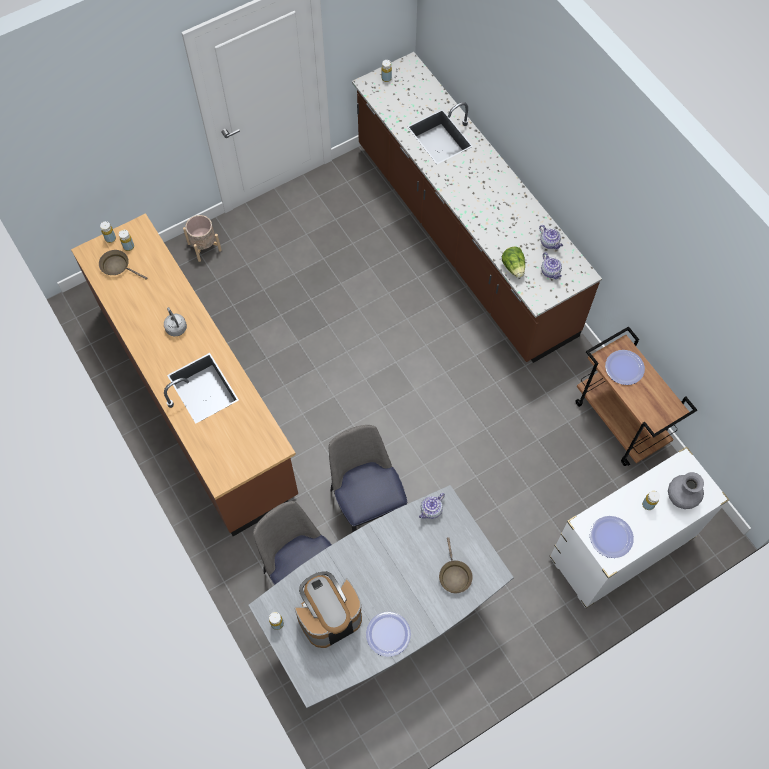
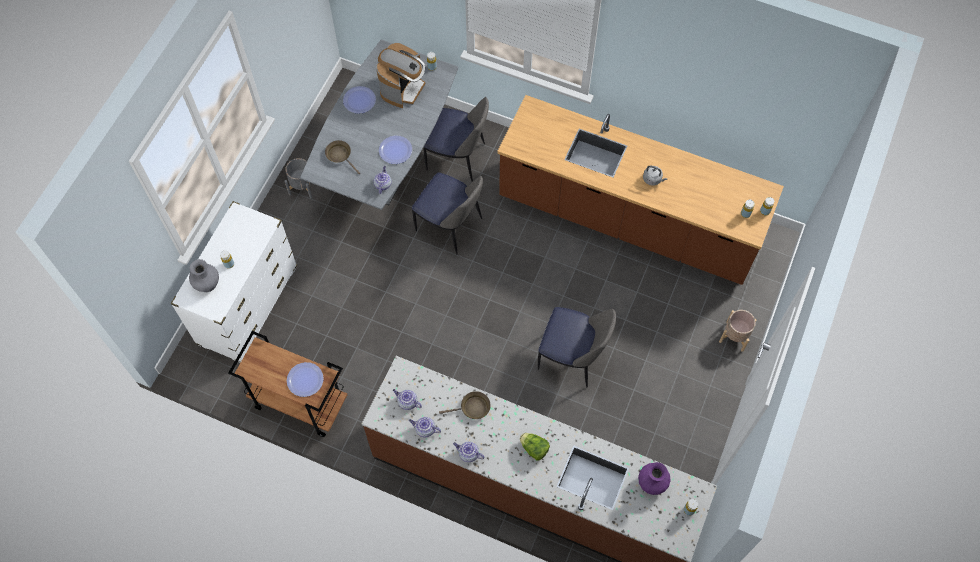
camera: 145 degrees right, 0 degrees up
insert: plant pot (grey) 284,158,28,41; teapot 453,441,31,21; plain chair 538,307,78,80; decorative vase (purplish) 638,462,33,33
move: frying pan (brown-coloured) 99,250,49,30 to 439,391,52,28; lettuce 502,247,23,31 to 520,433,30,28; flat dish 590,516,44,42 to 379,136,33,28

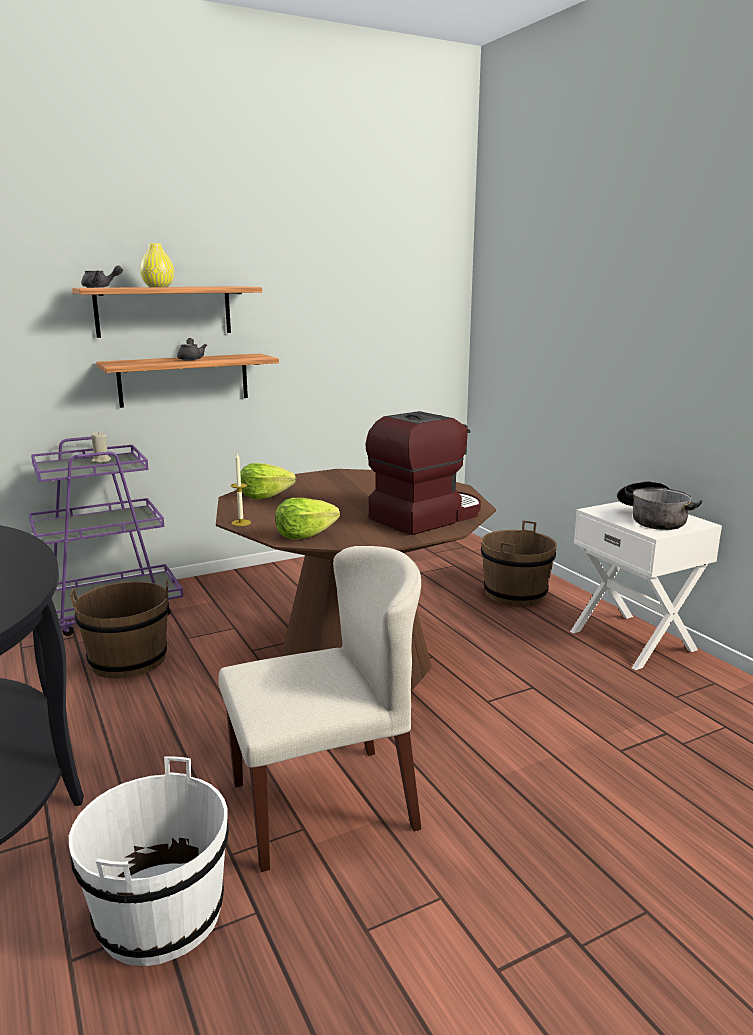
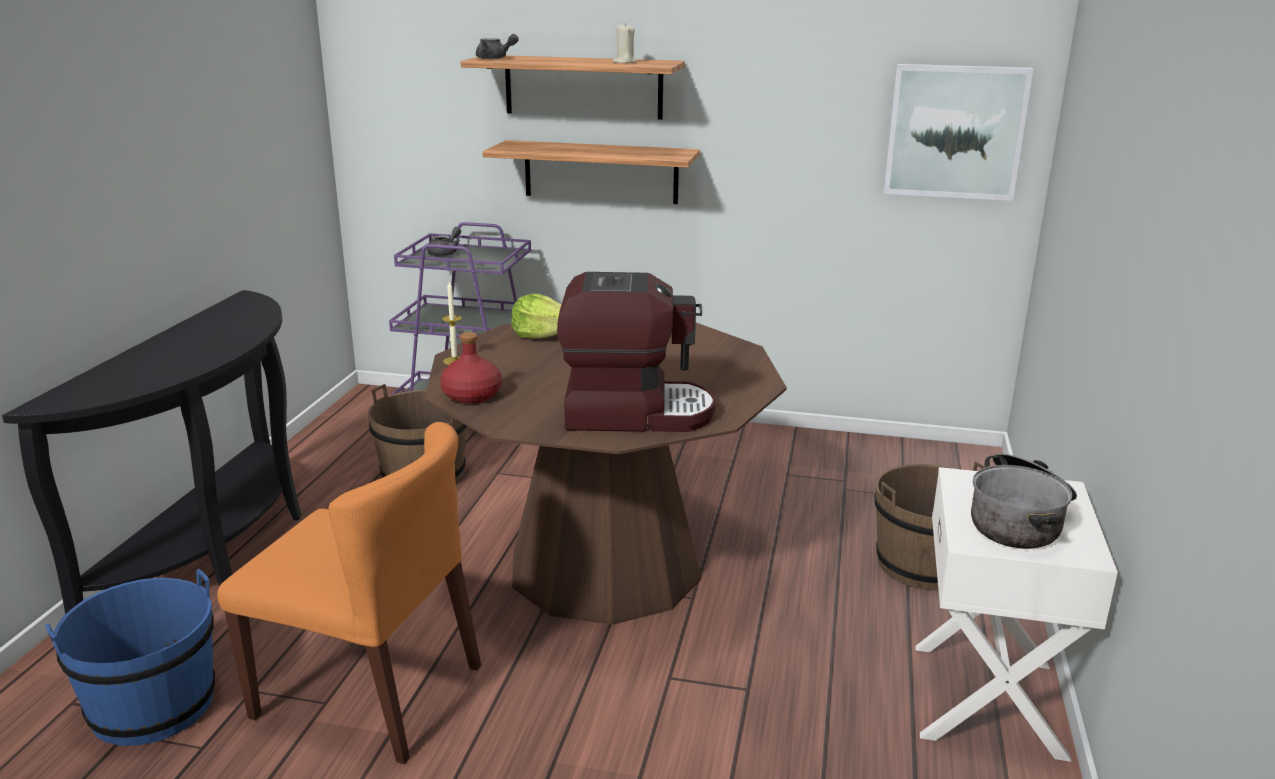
camera: 40 degrees right, 5 degrees up
delete: decorative vase (yellow) 140,243,34,44
insert: wall art 884,64,149,137
move: candle (beige) 91,432,20,31 to 613,23,24,40; teapot (grey) 177,338,30,22 to 427,227,34,29
replace: lettuce 275,498,65,41 to drink bottle (reddish) 440,332,62,71
recolor: bucket (whitish) 69,756,160,210 to bucket (blue-coloured) 45,569,170,177; plain chair (beige) 218,546,203,326 to plain chair (orange) 217,422,264,342

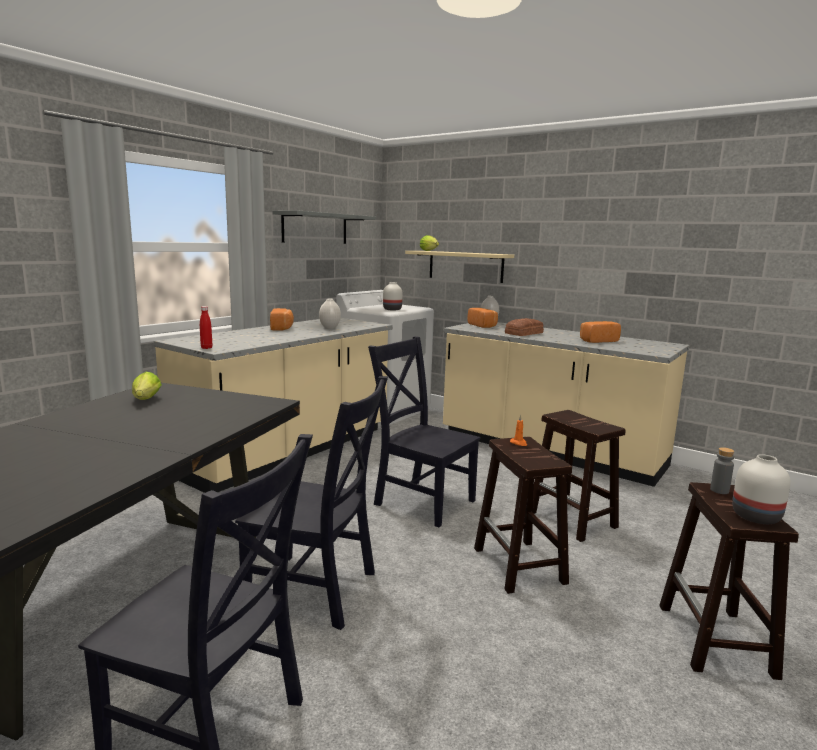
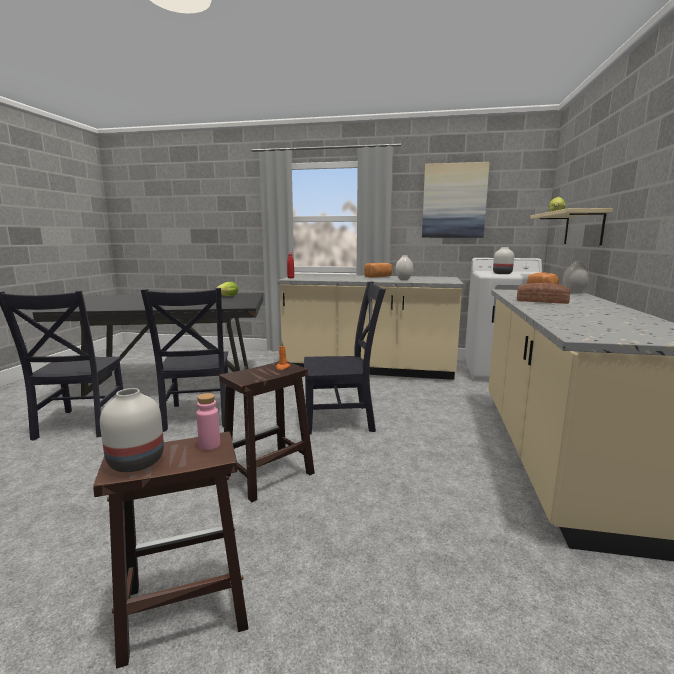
camera: 65 degrees right, 0 degrees up
delete: stool (brown-coloured) 533,410,93,132; bread 580,321,41,22
replace: shelf (grey) 272,210,104,34 to wall art 422,162,68,76
recolor: drink bottle (grey) 710,447,24,47 to drink bottle (pink-coloured) 196,393,24,57
rotate: plain chair (blackish) 368,336,112,192 = 304,282,82,152 75 degrees clockwise

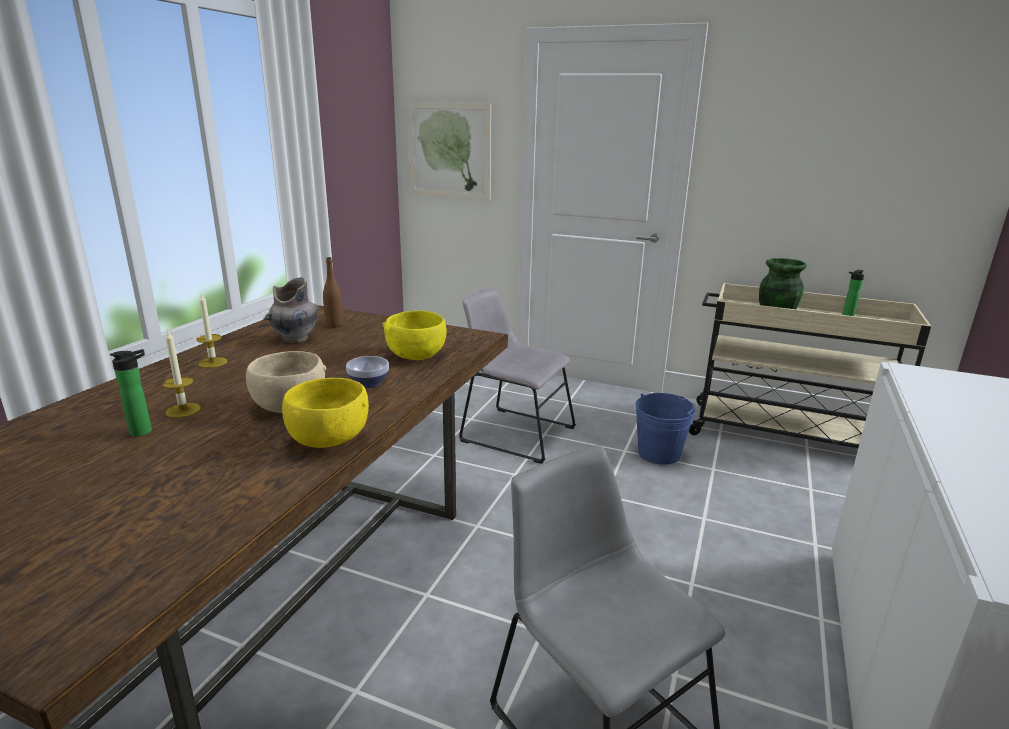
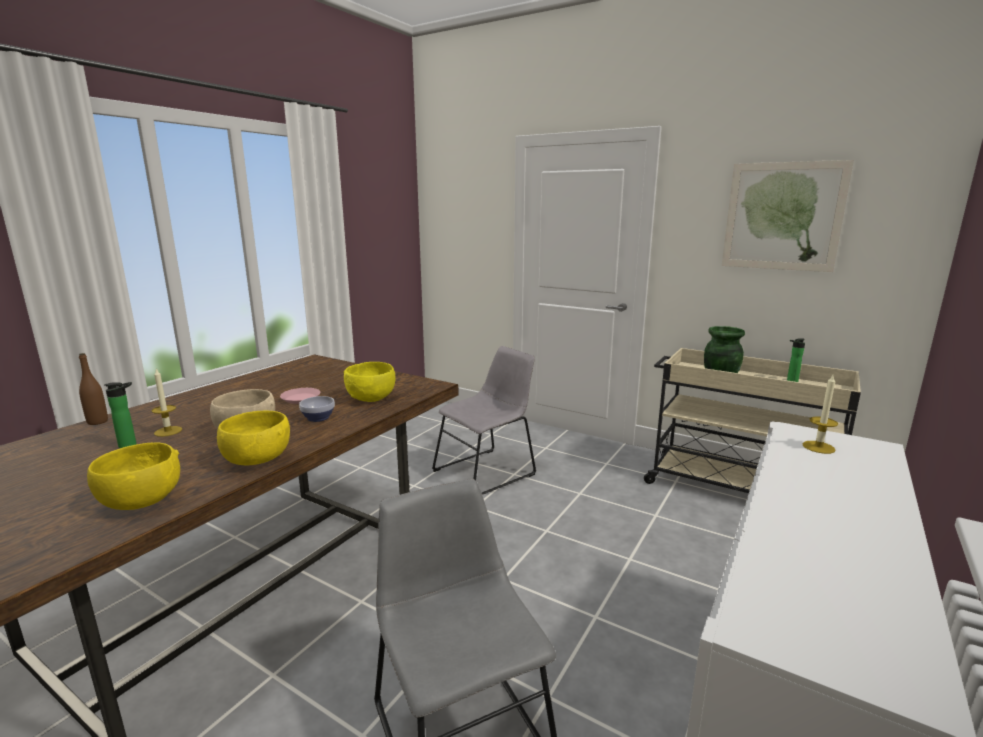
camera: 10 degrees right, 5 degrees down
delete: decorative vase (grey) 263,277,56,66; bucket (blue-coloured) 636,393,59,72
insert: serving bowl (yellow) 87,443,93,67; flat dish (pink-coloured) 280,388,40,16
move: candle 196,293,32,75 to 802,375,36,79; drink bottle (brown-coloured) 323,257,20,70 to 79,353,29,72; wall art 407,101,84,99 to 722,160,132,112
rotate: plain chair (grey) 459,287,117,177 = 432,346,104,149 105 degrees clockwise

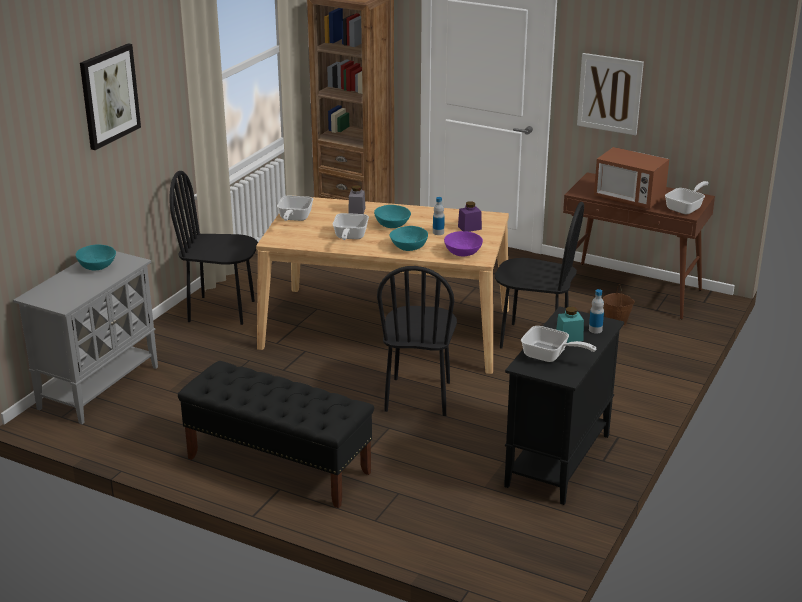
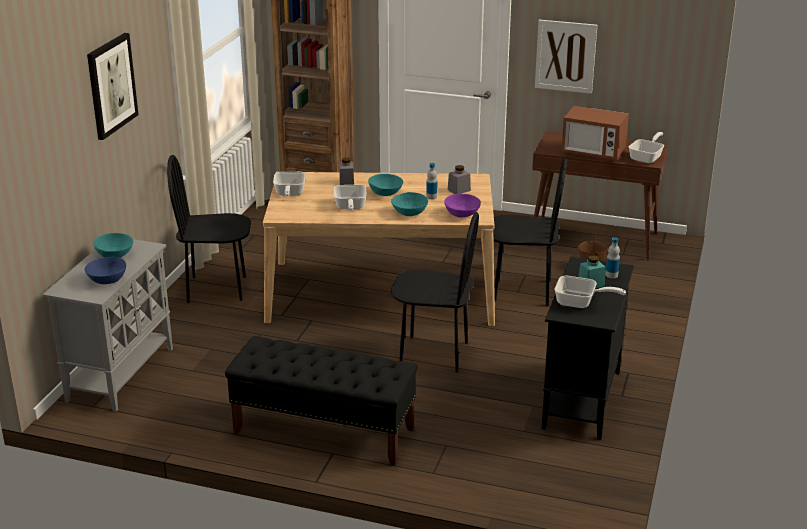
camera: 10 degrees left, 0 degrees up
insert: serving bowl (blue-coloured) 85,257,41,27
recolor: preserve jar (purplish) 458,201,24,31 to preserve jar (grey) 448,165,23,29
rotate: plain chair (blackish) 377,266,80,150 = 391,212,88,161 75 degrees counterclockwise

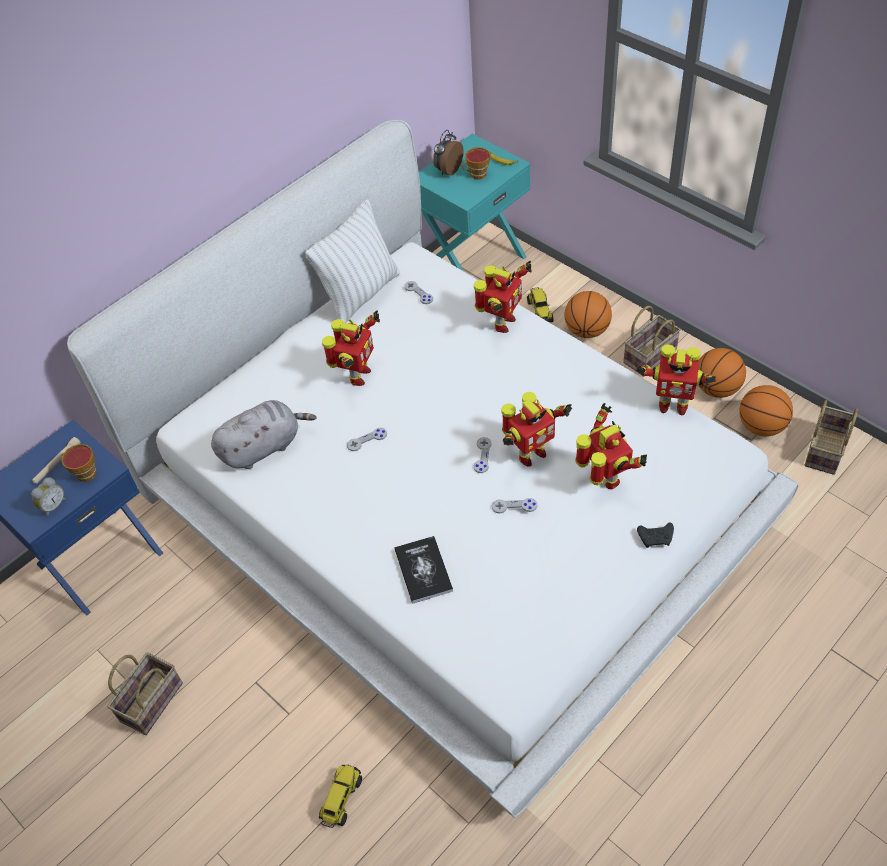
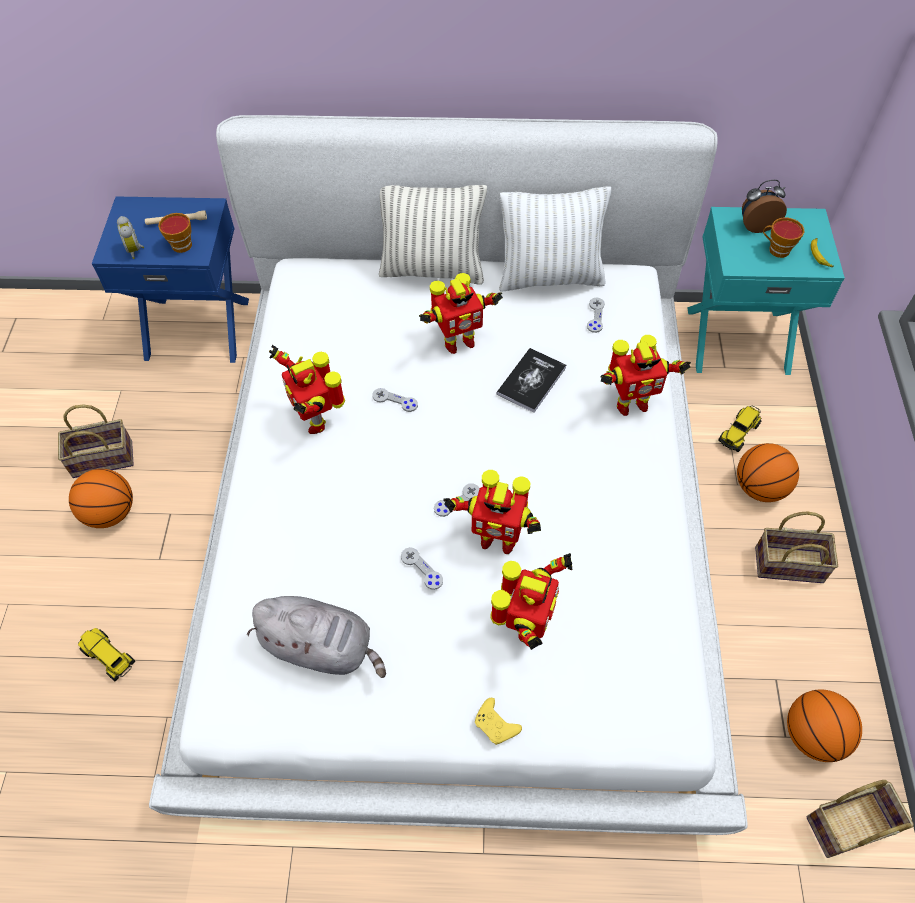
camera: 45 degrees right, 5 degrees up
insert: pillow 379,185,108,100
move: soft toy (grey) 211,400,106,69 to 247,596,139,82; book 394,536,59,68 to 497,348,69,65; robot figure 636,344,80,71 to 269,345,76,89; ball for basketball 698,348,48,50 to 69,469,64,59
recolor: gamepad (blackish) 637,522,37,26 to gamepad (yellow) 475,698,47,47
rotate: bedside clock 31,477,35,40 = 117,216,27,43 75 degrees clockwise; model truck 319,765,43,63 = 78,628,57,53 120 degrees counterclockwise

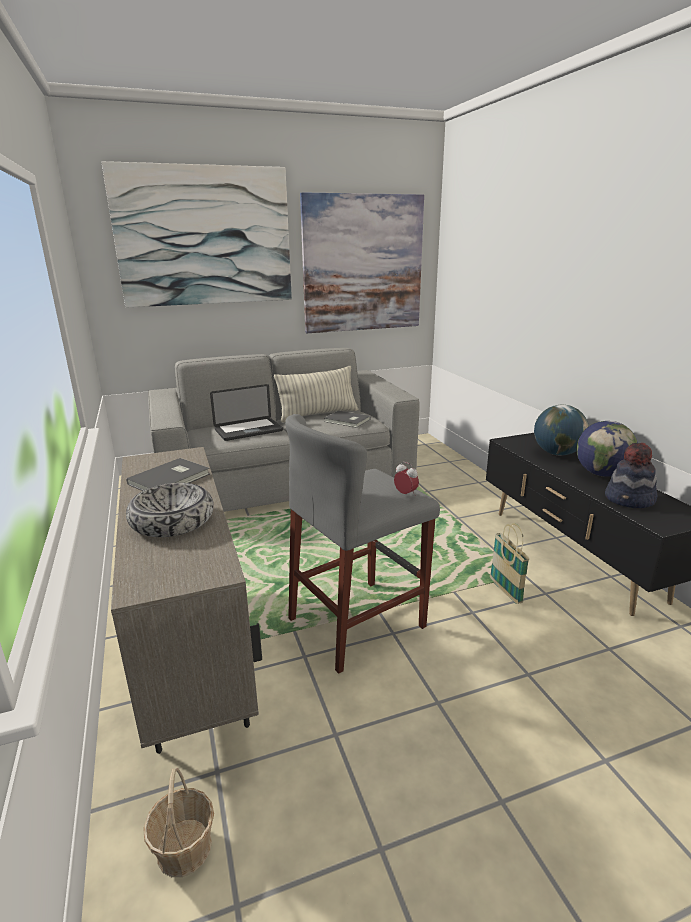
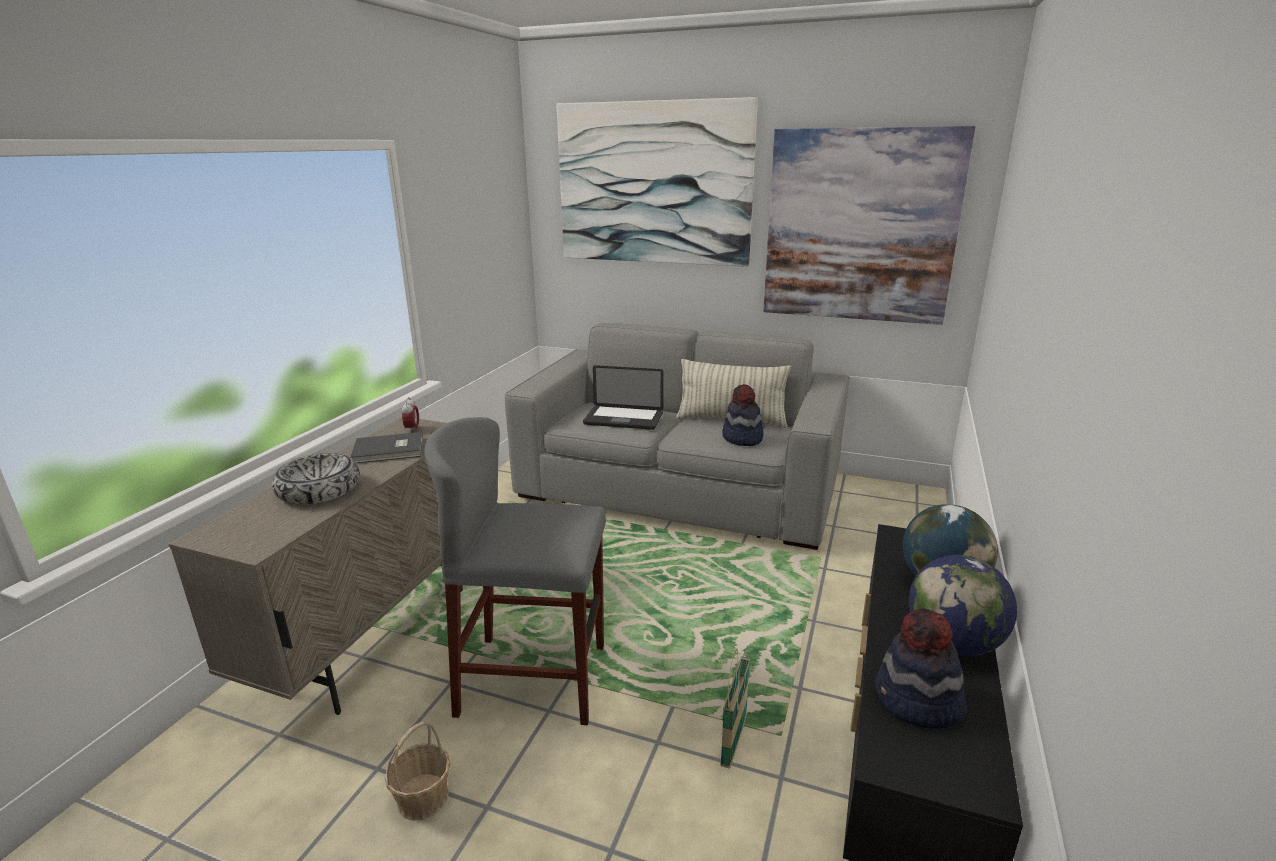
camera: 40 degrees right, 0 degrees up
move: household basket 143,768,71,109 to 385,721,66,100; bedside clock 394,462,25,34 to 402,397,17,36
replace: book (grey) 324,411,47,17 to wearable hat 722,384,41,62

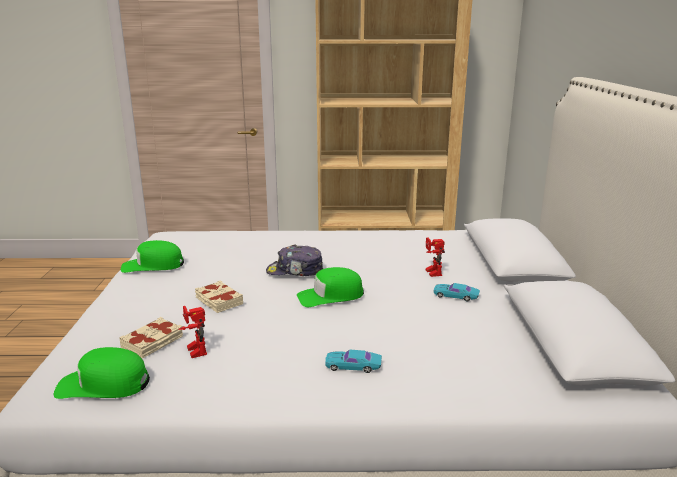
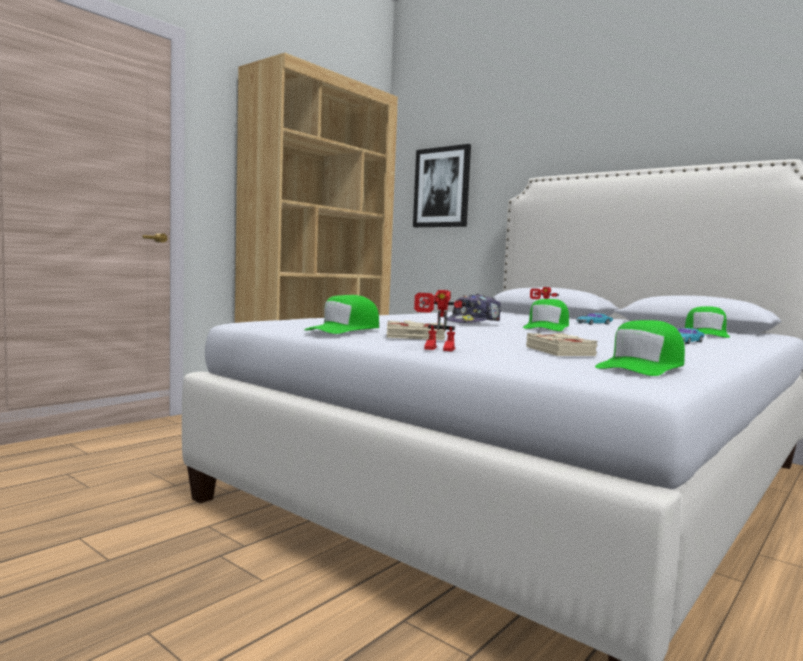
camera: 50 degrees left, 15 degrees down
insert: wall art 413,144,58,83; baseball cap (green-coloured) 685,306,45,32
move: robot figure 178,306,29,52 to 414,290,51,61; book (beige) 195,280,48,33 to 387,320,58,20

